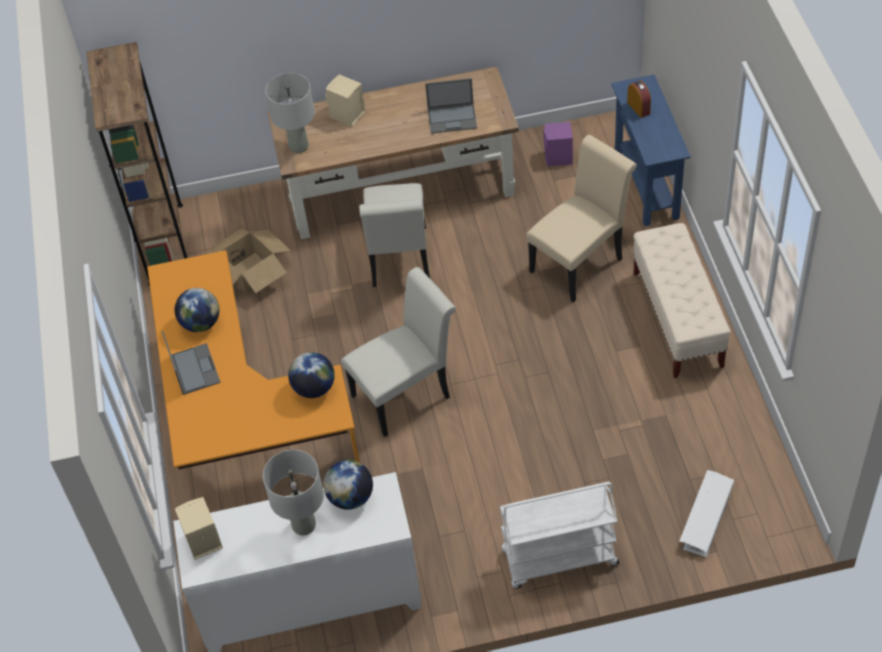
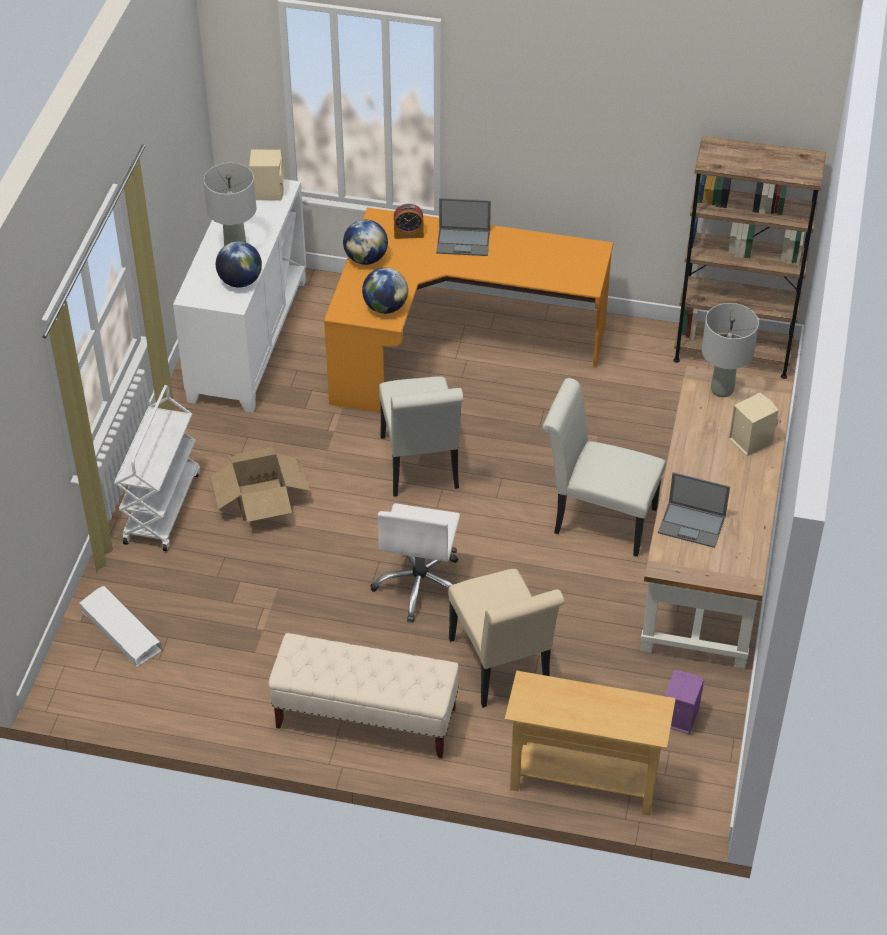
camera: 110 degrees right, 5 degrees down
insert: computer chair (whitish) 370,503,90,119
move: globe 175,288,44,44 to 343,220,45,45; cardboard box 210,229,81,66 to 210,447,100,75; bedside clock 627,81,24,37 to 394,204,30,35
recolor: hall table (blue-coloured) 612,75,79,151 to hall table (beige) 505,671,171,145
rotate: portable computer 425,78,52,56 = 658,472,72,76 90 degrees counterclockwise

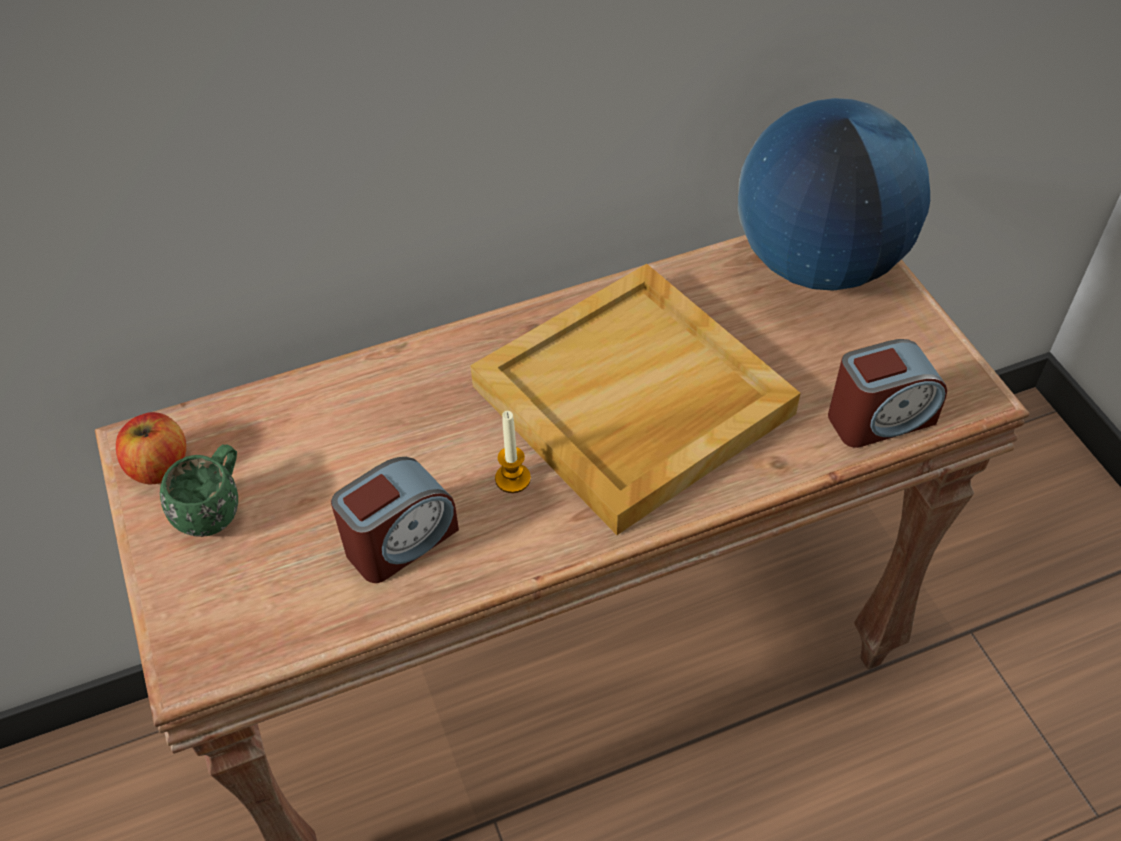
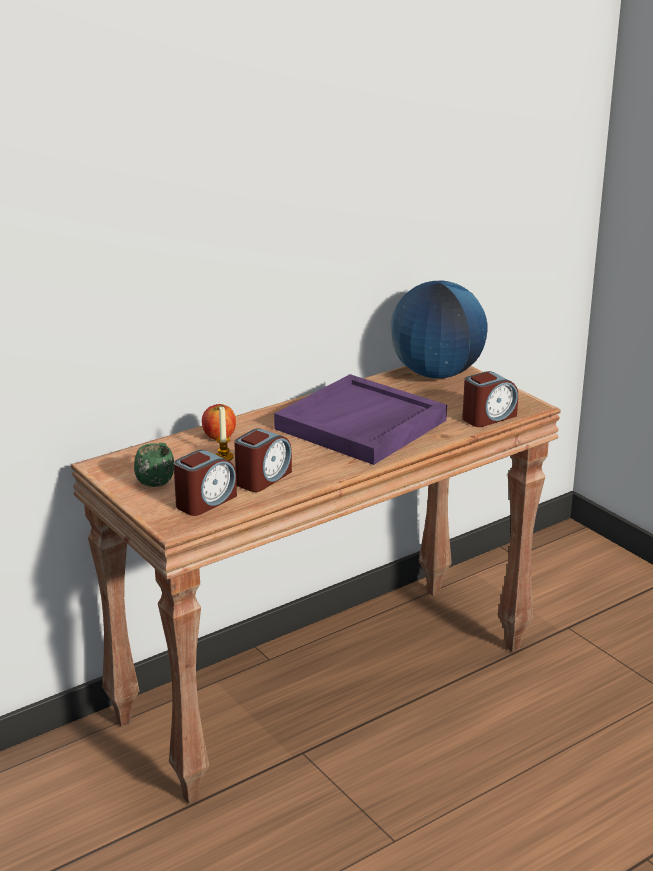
camera: 15 degrees left, 25 degrees down
insert: bedside clock 173,450,64,66
move: apple 116,412,70,72 to 202,404,34,36; candle 495,411,36,82 to 215,407,19,54
recolor: serving tray (beige) 470,264,331,271 to serving tray (purplish) 274,374,173,91

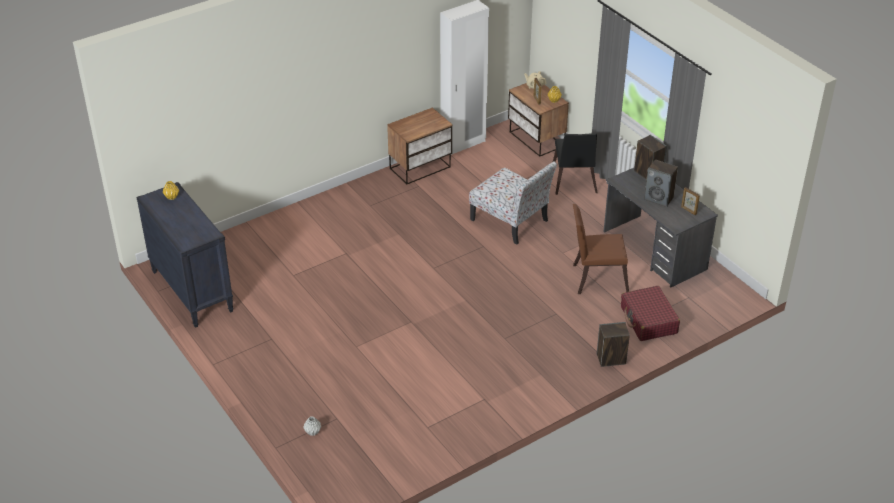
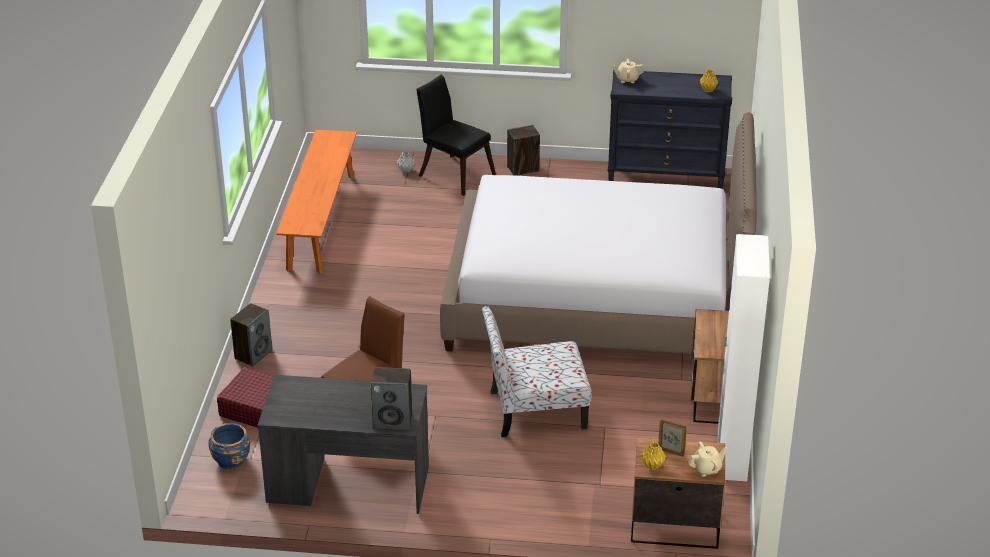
camera: 130 degrees right, 5 degrees down
delete: standing frame 681,187,19,28
insert: plant pot (blue-coloured) 208,423,42,47; long seat (orange) 277,130,80,144; bed 440,112,317,242; teapot (beige) 612,59,32,24
move: plain chair (blackish) 553,133,45,62 to 416,75,80,121; audio speaker 644,160,34,47 to 507,125,33,51

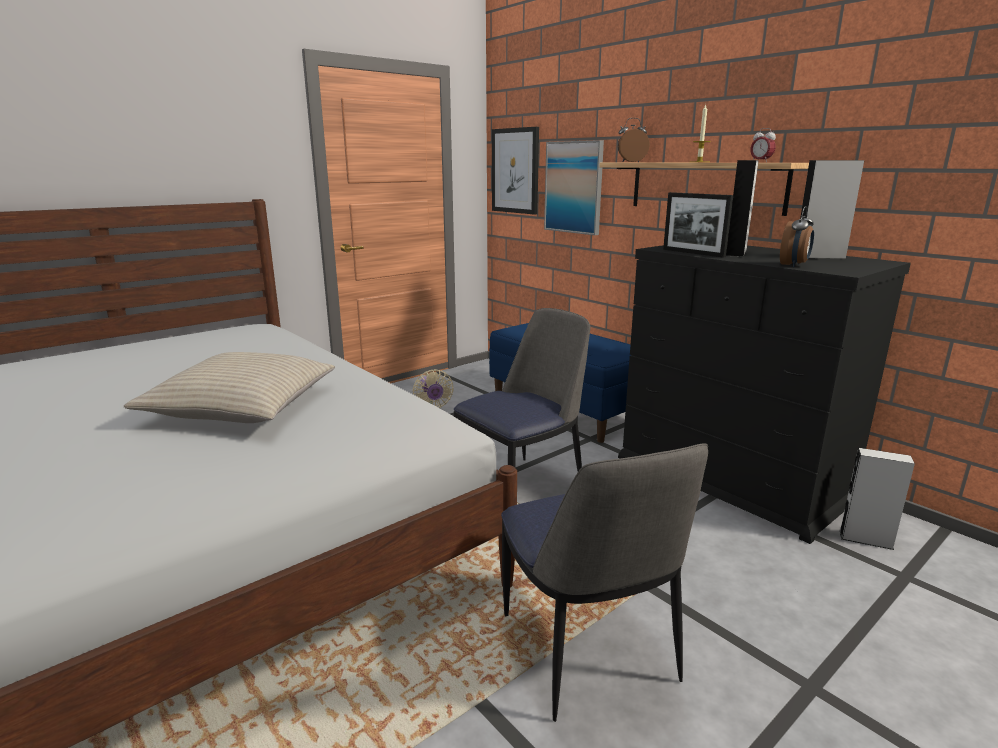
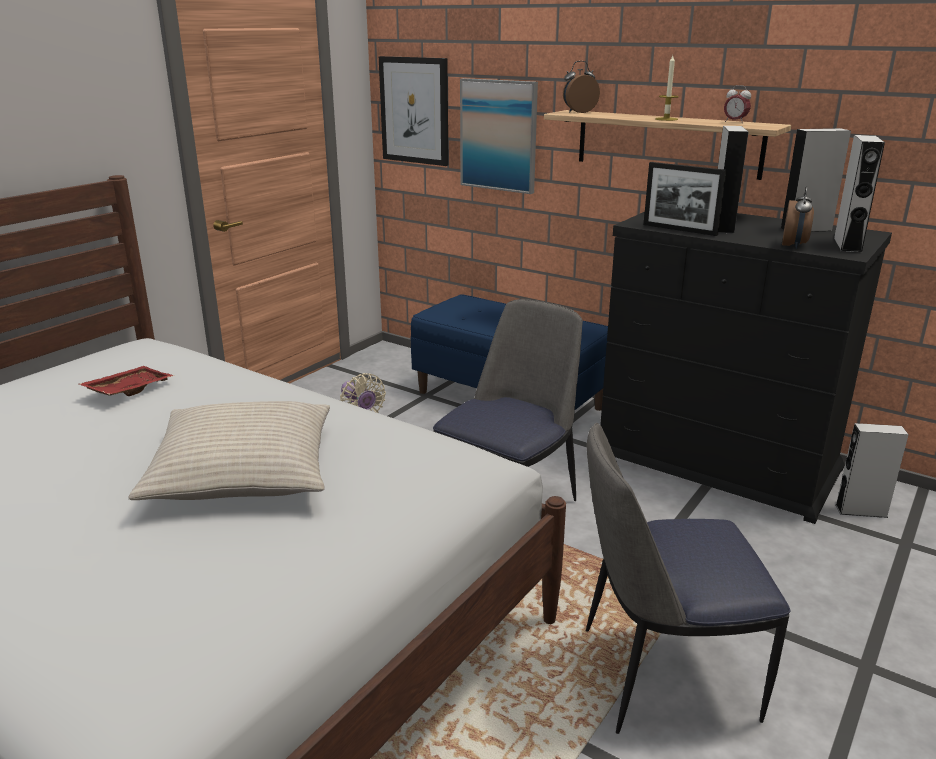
camera: 15 degrees left, 5 degrees up
insert: serving tray (reddish) 79,366,95,30; audio speaker (grey) 834,135,51,118
rotate: plain chair 501,443,207,279 = 586,423,205,311 120 degrees clockwise

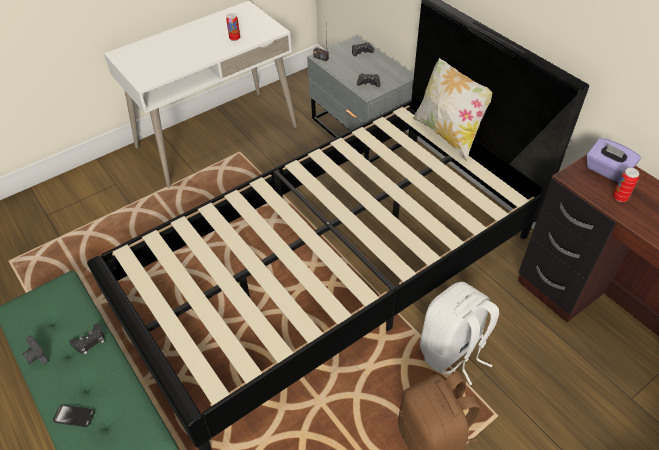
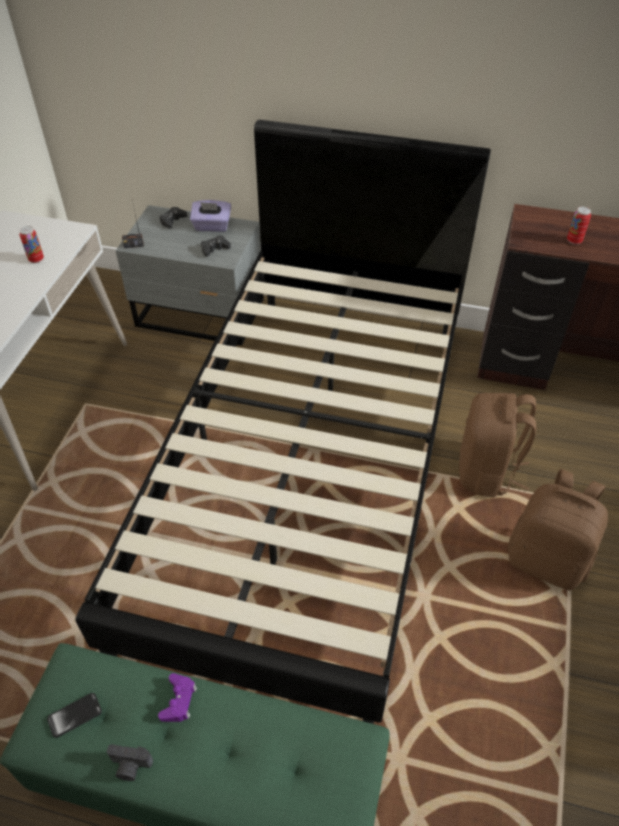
camera: 40 degrees left, 0 degrees up
delete: pillow 412,58,81,103
move: handset 53,405,42,22 to 47,693,55,45; tissue box (purplish) 587,138,54,44 to 190,200,41,32
recolor: gamepad (blackish) 69,323,36,32 to gamepad (purplish) 158,673,39,49; rucksack (whitish) 420,282,79,103 to rucksack (brown-coloured) 459,393,77,104

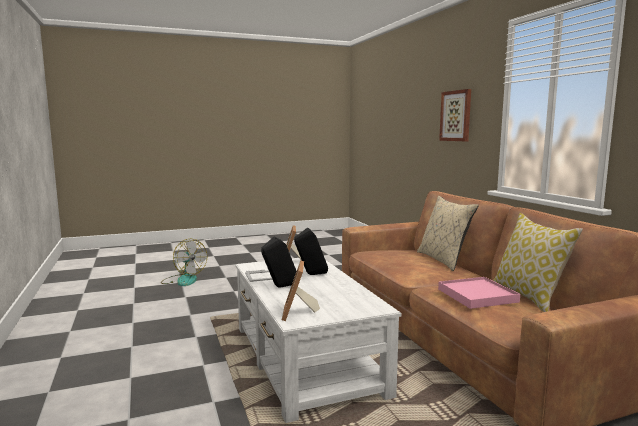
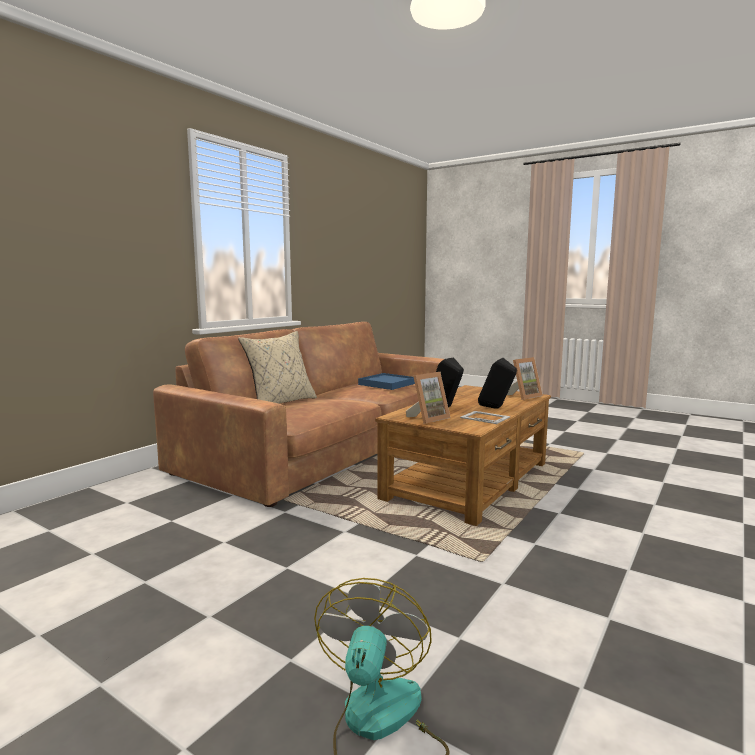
camera: 125 degrees left, 0 degrees up
delete: wall art 439,89,32,52; pillow 493,213,90,99
recolor: coffee table (whitish) 236,258,166,165 to coffee table (brown-coloured) 375,385,176,141; serving tray (pink-coloured) 438,277,82,32 to serving tray (blue-coloured) 358,373,57,17

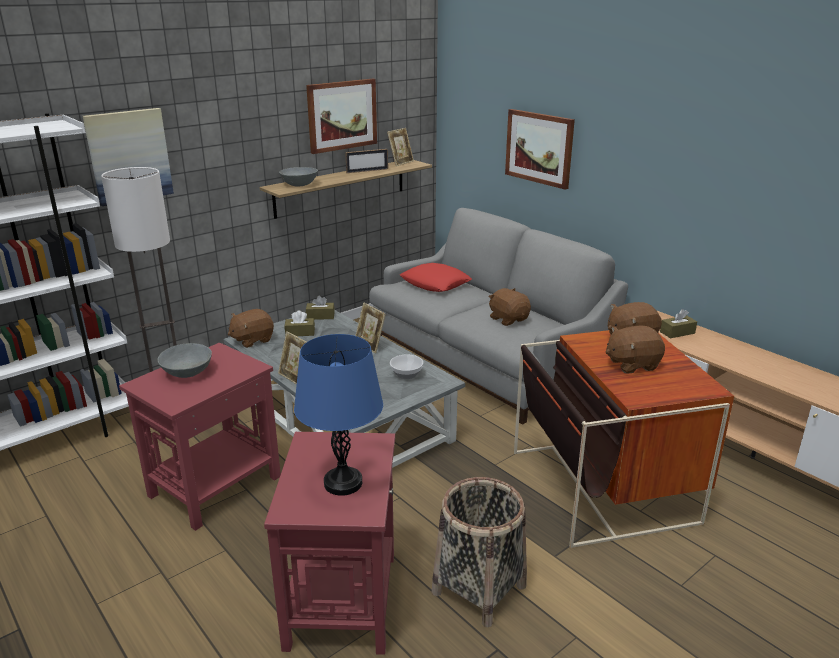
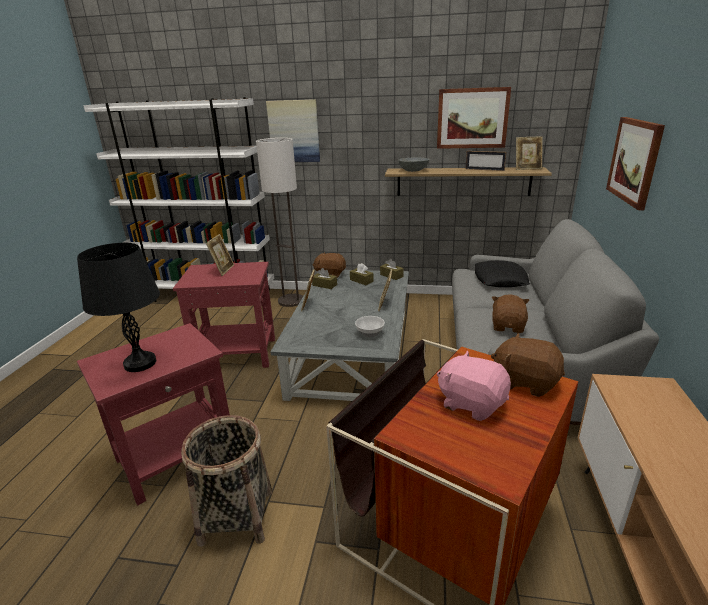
camera: 50 degrees right, 0 degrees up
move: tissue box (brown-coloured) 660,309,37,29 to 312,268,25,21
replace: serving bowl (grey) 157,343,55,35 to standing frame 206,234,28,42
recolor: tabletop lamp (blue-coloured) 294,334,89,162 to tabletop lamp (blackish) 77,243,83,129; pillow (reddish) 400,263,72,29 to pillow (blackish) 475,260,55,27; soft toy (brown-coloured) 606,326,59,48 to soft toy (pink-coloured) 437,351,74,70

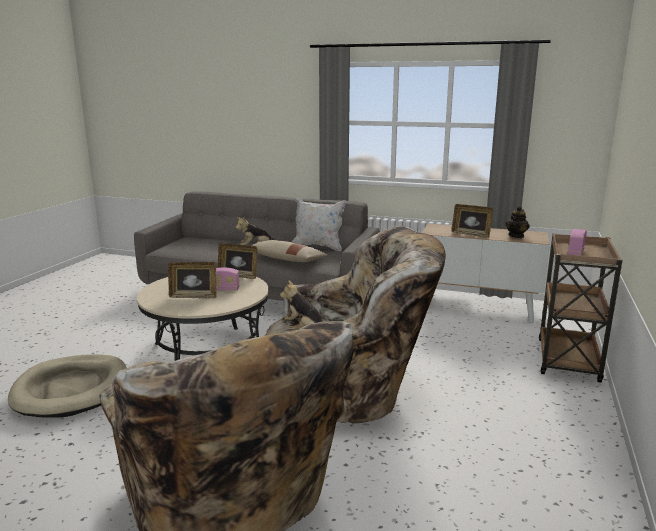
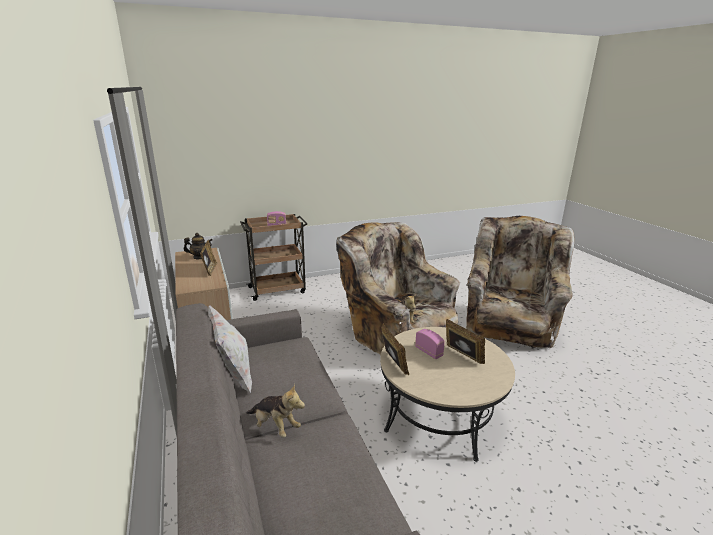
camera: 130 degrees left, 5 degrees up
delete: dog bed (beige) 8,354,119,64; pillow (beige) 251,240,76,22

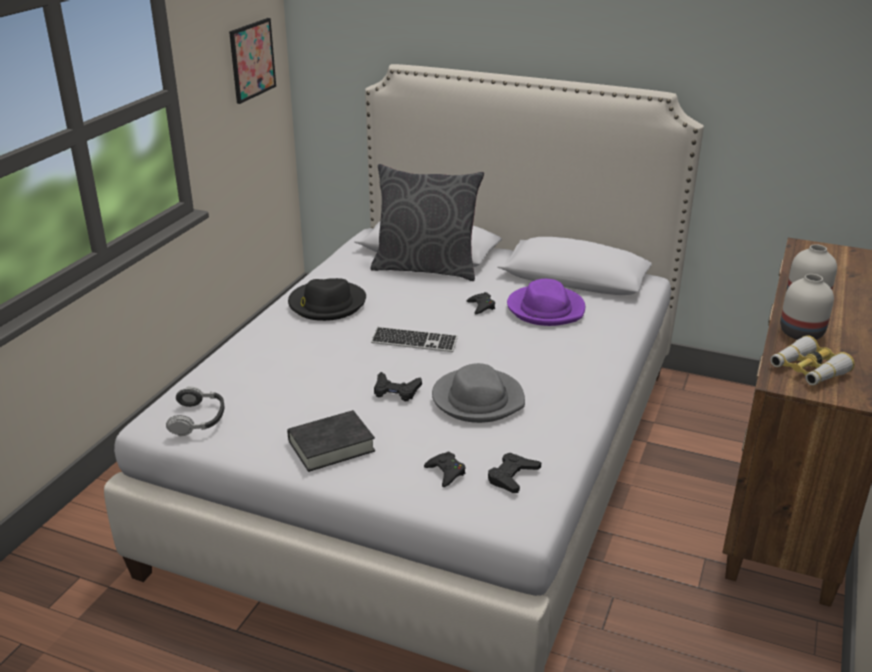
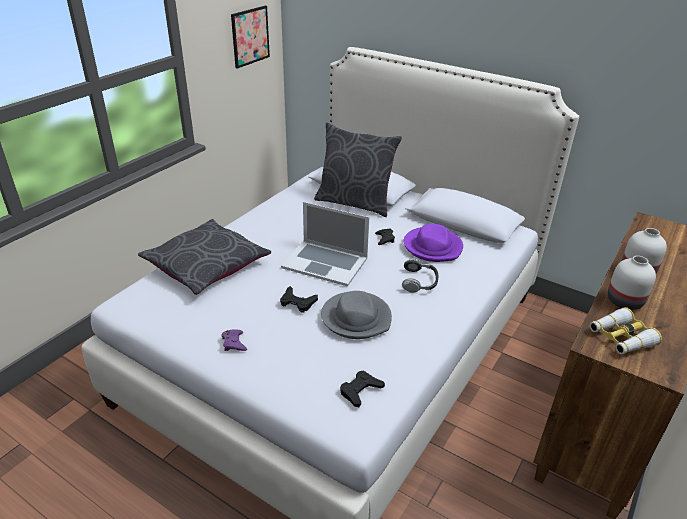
camera: 10 degrees right, 5 degrees up
delete: wearable hat (blackish) 288,278,78,43; gamepad (blackish) 424,452,42,35
insert: pillow (grey) 138,219,133,76
move: headset 166,386,58,50 to 402,258,36,35
replace: book (blackish) 287,410,88,62 to gamepad (purplish) 221,329,26,22; keyboard 371,327,87,25 to portable computer 281,202,89,85

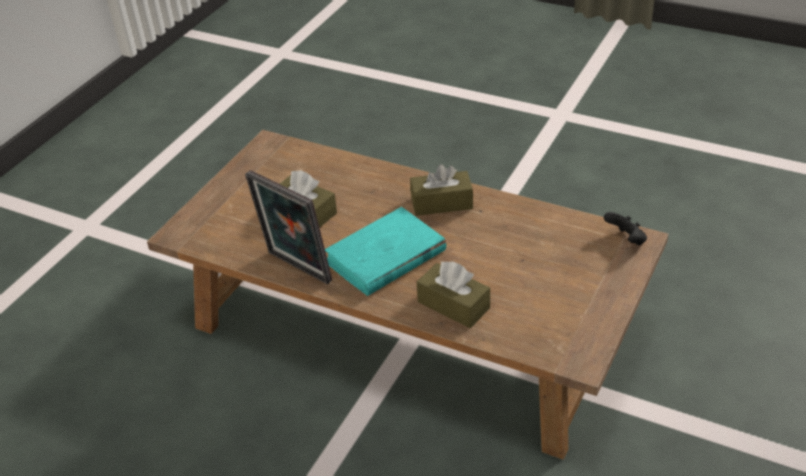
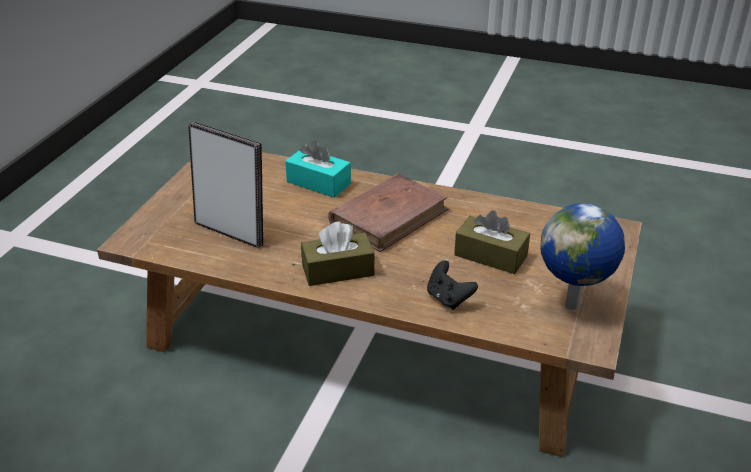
camera: 170 degrees right, 5 degrees down
insert: globe 540,203,85,107
move: standing frame 245,170,87,114 to 188,121,75,127; gamepad (blackish) 604,212,43,33 to 427,261,51,49
recolor: book (turquoise-coloured) 325,207,121,89 to book (brown-coloured) 328,173,121,79; tissue box (brown-coloured) 417,261,73,67 to tissue box (turquoise-coloured) 285,140,66,58

